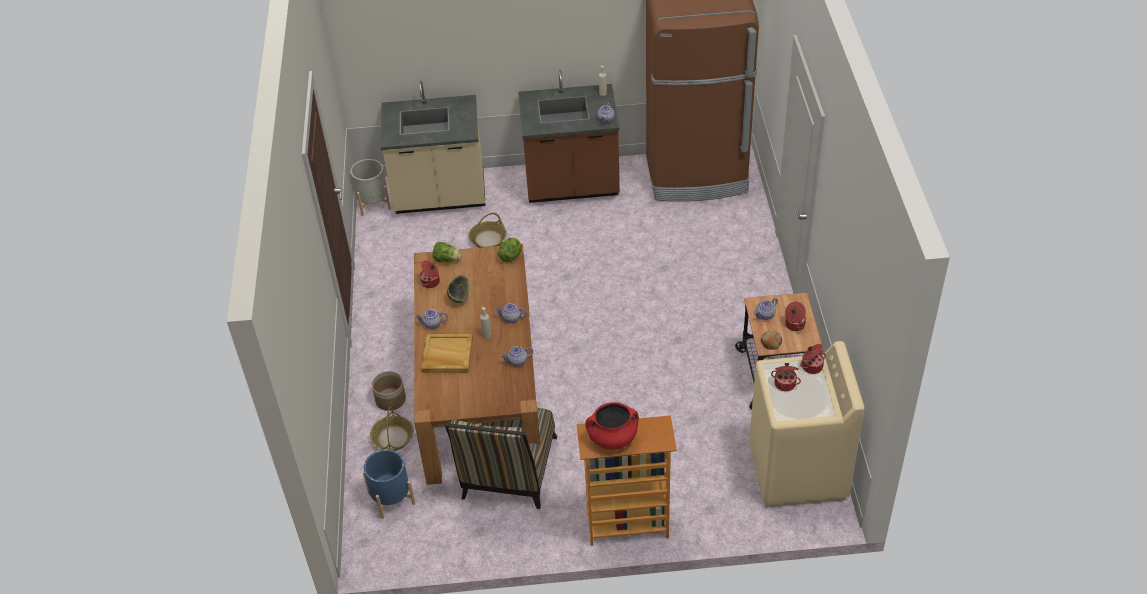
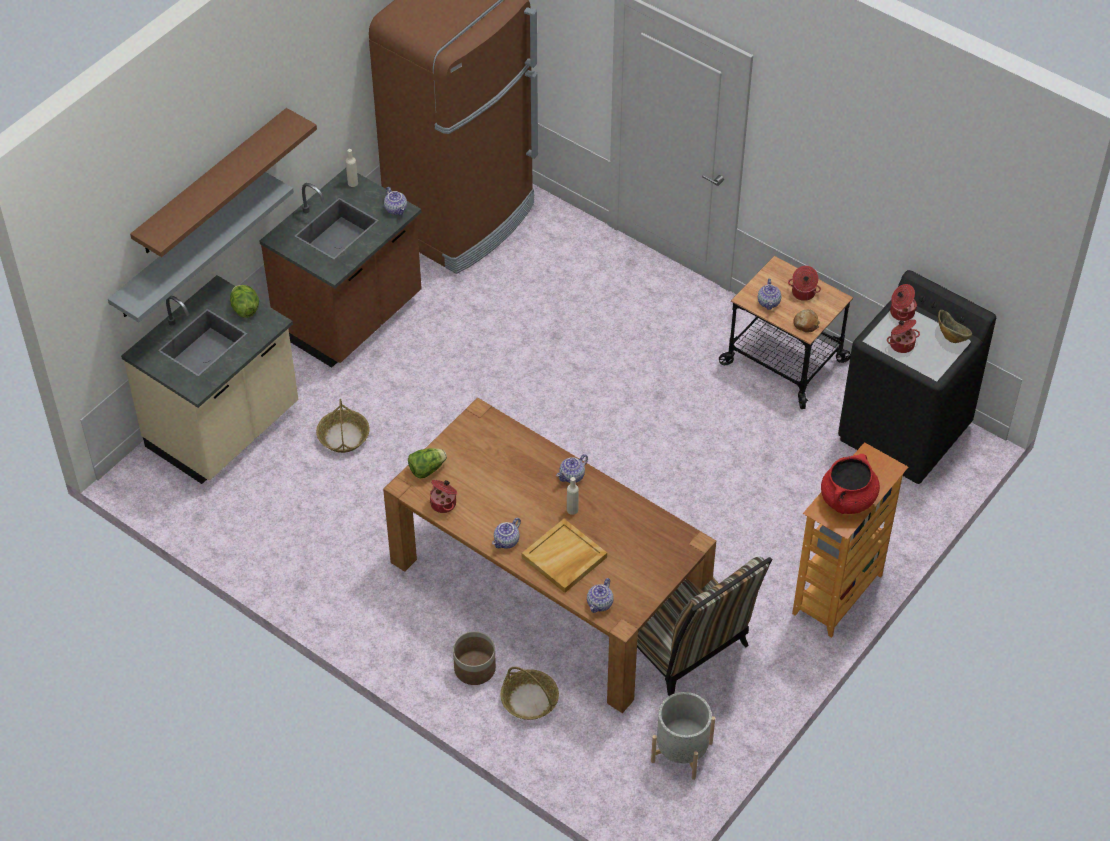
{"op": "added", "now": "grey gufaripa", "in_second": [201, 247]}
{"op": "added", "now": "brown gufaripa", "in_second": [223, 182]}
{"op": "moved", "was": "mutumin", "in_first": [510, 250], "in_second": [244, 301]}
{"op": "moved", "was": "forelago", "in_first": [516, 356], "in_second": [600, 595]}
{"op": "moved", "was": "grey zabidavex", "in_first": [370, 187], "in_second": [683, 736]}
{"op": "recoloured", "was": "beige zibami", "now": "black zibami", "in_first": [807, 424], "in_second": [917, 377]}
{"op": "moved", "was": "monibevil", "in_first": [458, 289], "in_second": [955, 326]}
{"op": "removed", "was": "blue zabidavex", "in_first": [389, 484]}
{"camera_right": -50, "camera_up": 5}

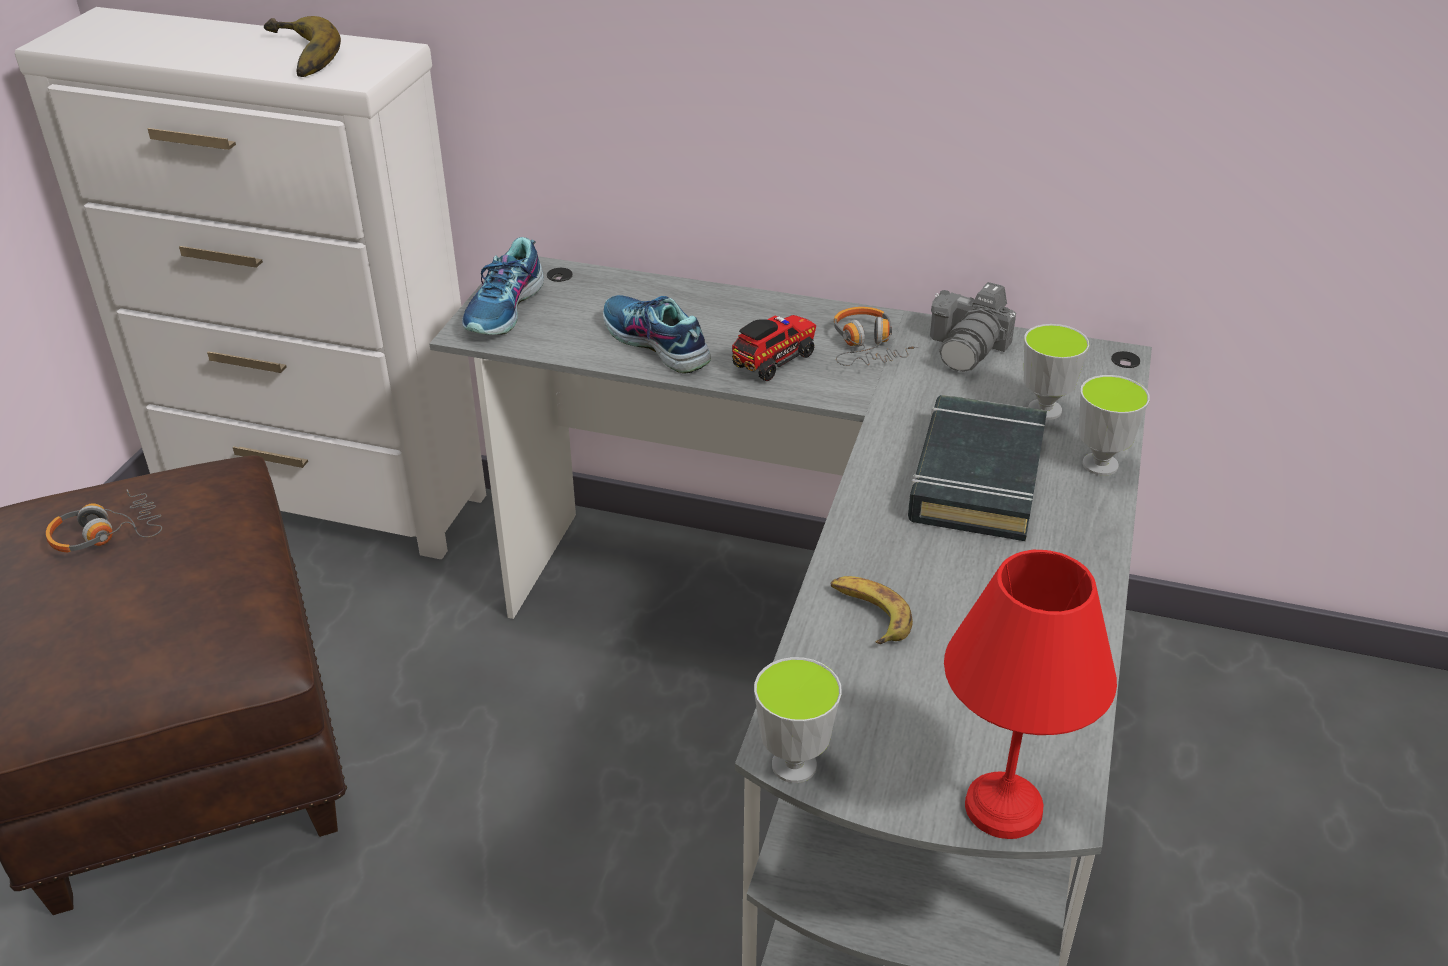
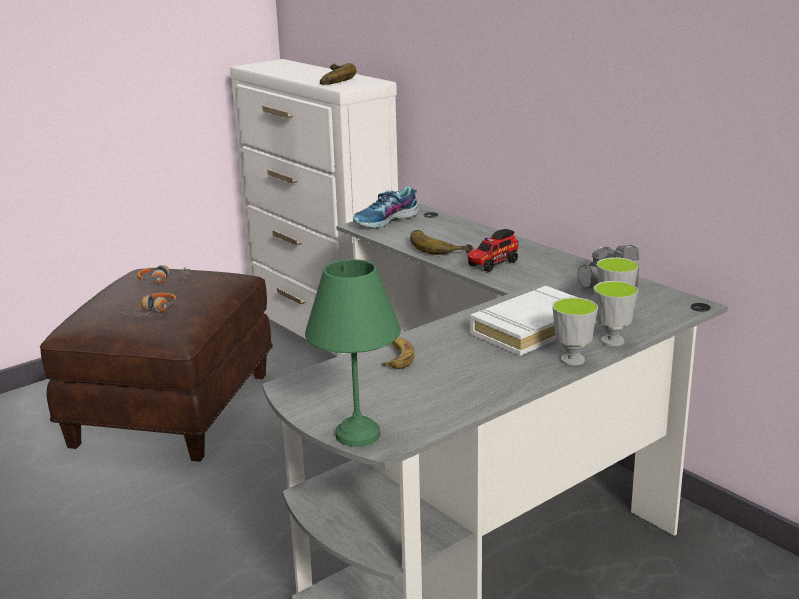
{"op": "moved", "was": "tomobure", "in_first": [876, 336], "in_second": [146, 305]}
{"op": "recoloured", "was": "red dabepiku", "now": "green dabepiku", "in_first": [1030, 694], "in_second": [353, 353]}
{"op": "replaced", "was": "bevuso", "now": "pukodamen", "in_first": [657, 334], "in_second": [441, 242]}
{"op": "turned", "was": "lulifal", "in_first": [774, 348], "in_second": [492, 250], "clockwise": 150}
{"op": "recoloured", "was": "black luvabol", "now": "white luvabol", "in_first": [977, 468], "in_second": [533, 321]}
{"op": "moved", "was": "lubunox", "in_first": [798, 720], "in_second": [575, 331]}
{"camera_right": 35, "camera_up": -15}

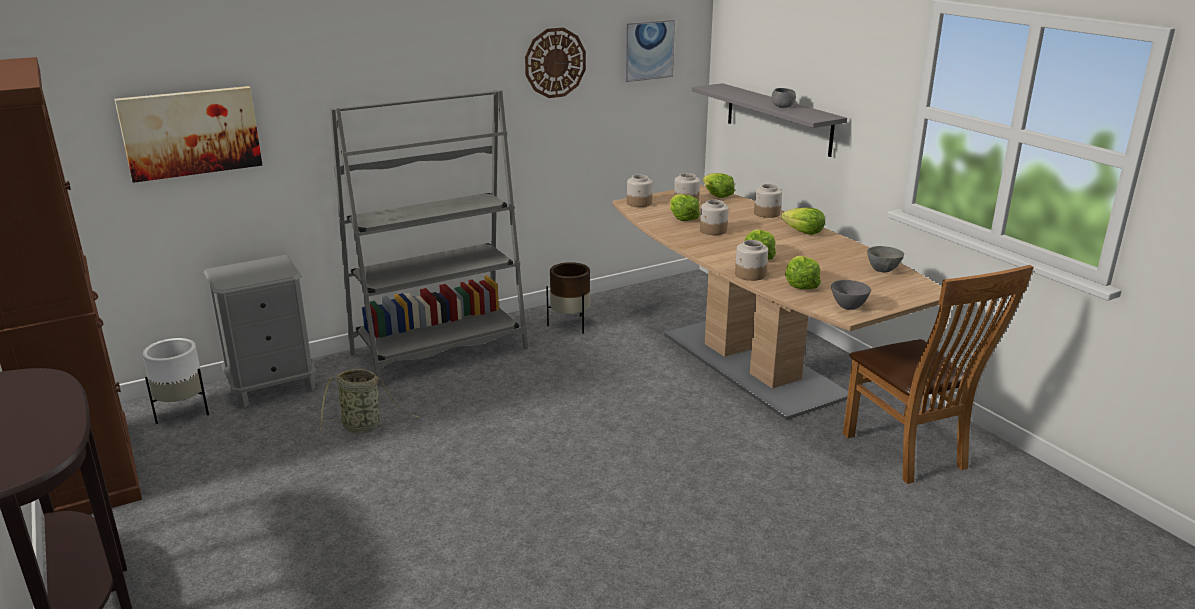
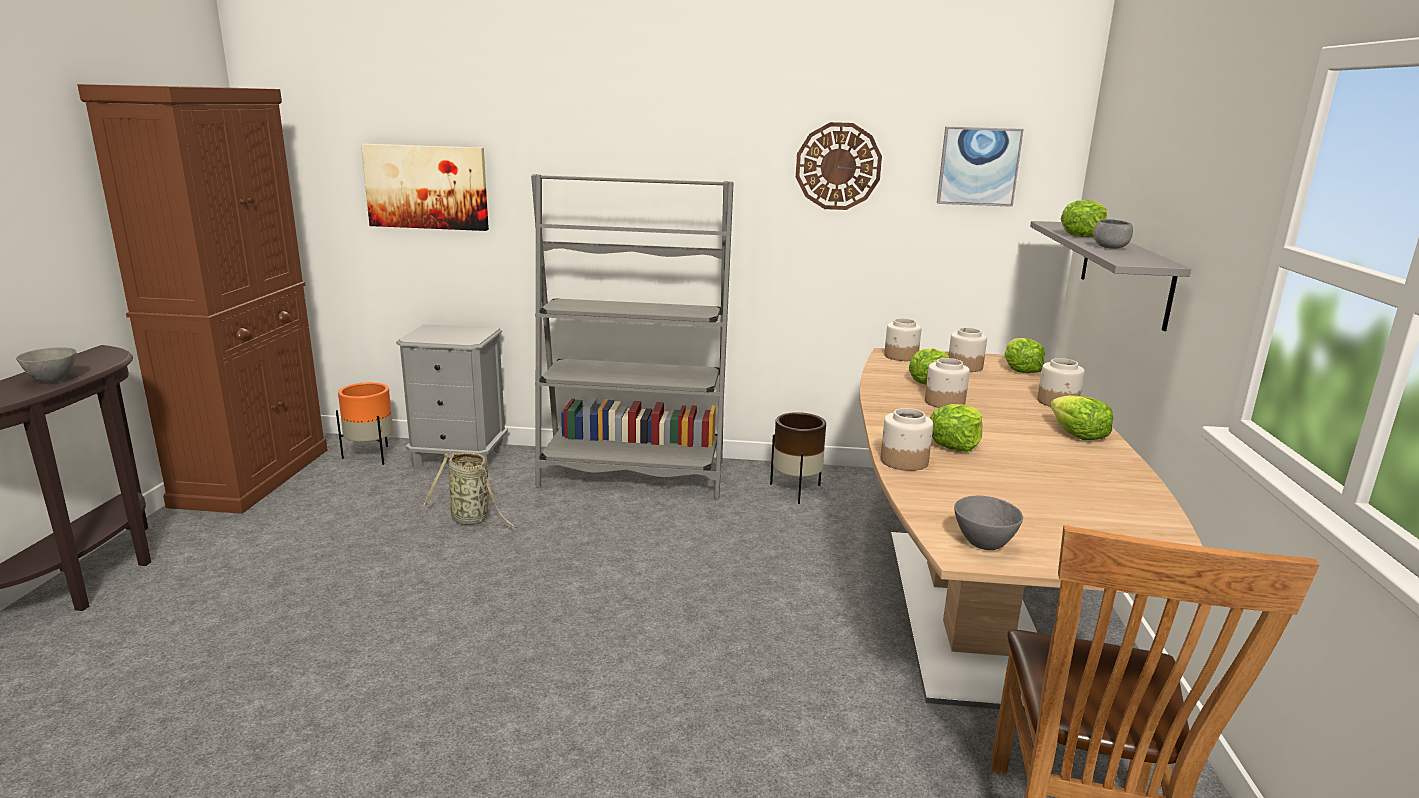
{"op": "moved", "was": "grey monibevil", "in_first": [885, 259], "in_second": [46, 365]}
{"op": "recoloured", "was": "white zabidavex", "now": "orange zabidavex", "in_first": [176, 381], "in_second": [364, 423]}
{"op": "moved", "was": "mutumin", "in_first": [803, 272], "in_second": [1084, 219]}
{"camera_right": 35, "camera_up": -5}

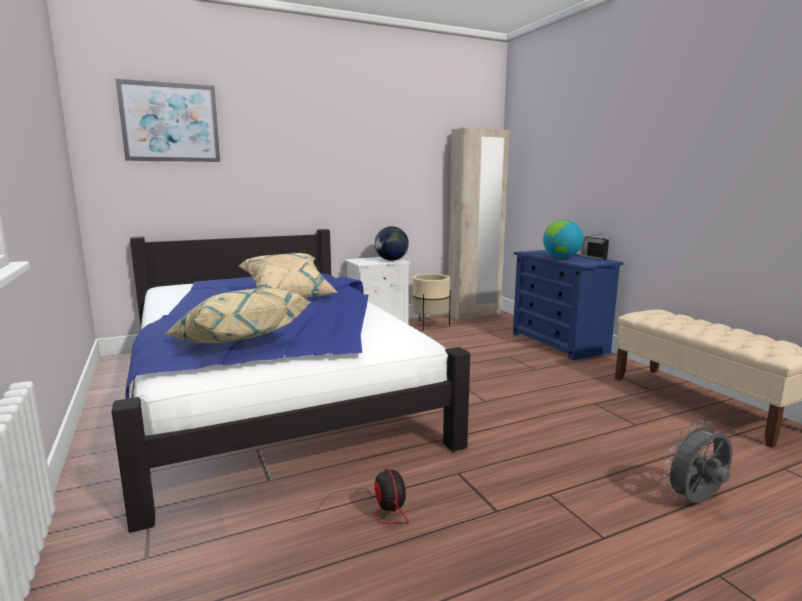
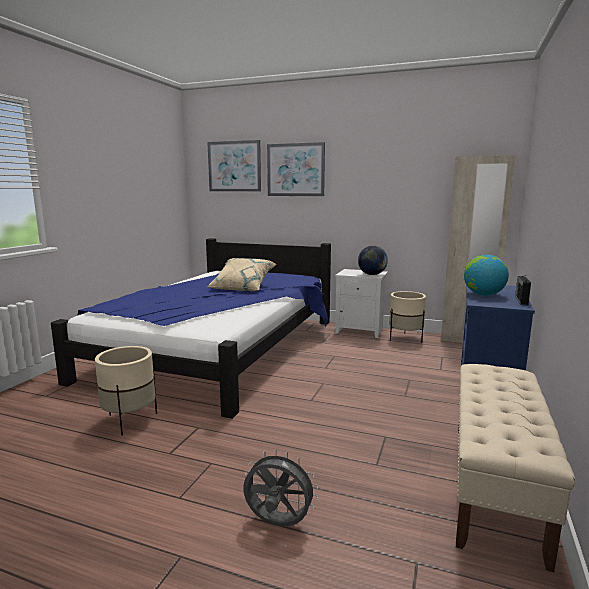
{"op": "replaced", "was": "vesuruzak", "now": "beige zabidavex", "in_first": [350, 496], "in_second": [126, 391]}
{"op": "added", "now": "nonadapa", "in_second": [296, 169]}
{"op": "removed", "was": "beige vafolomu", "in_first": [238, 315]}
{"camera_right": 45, "camera_up": 0}

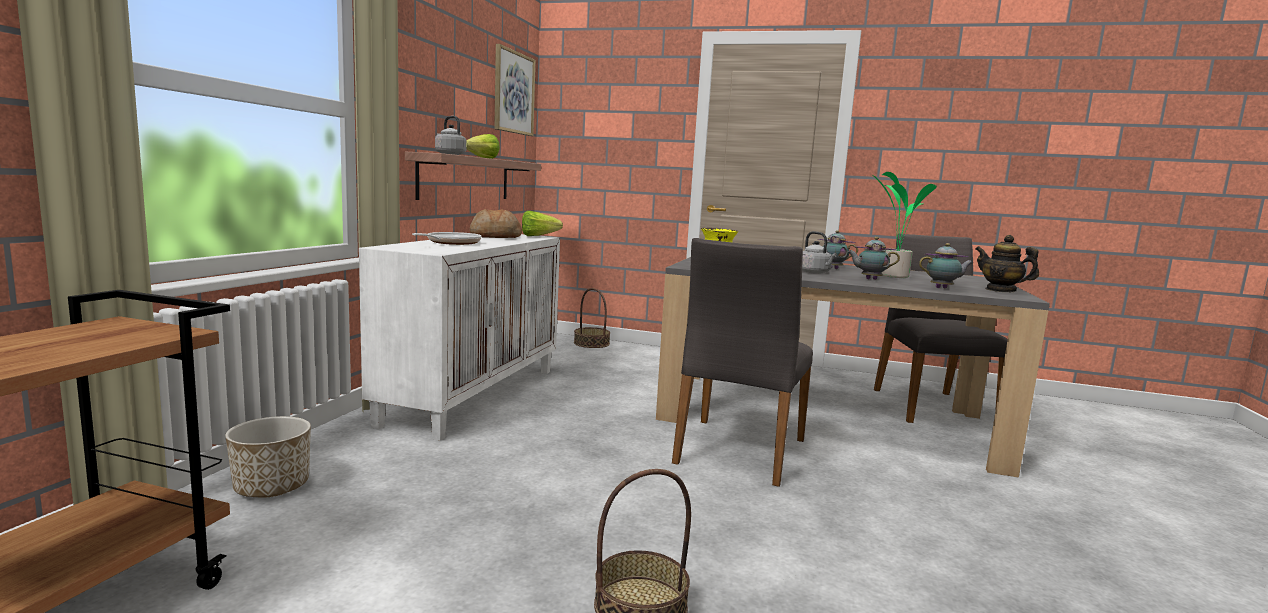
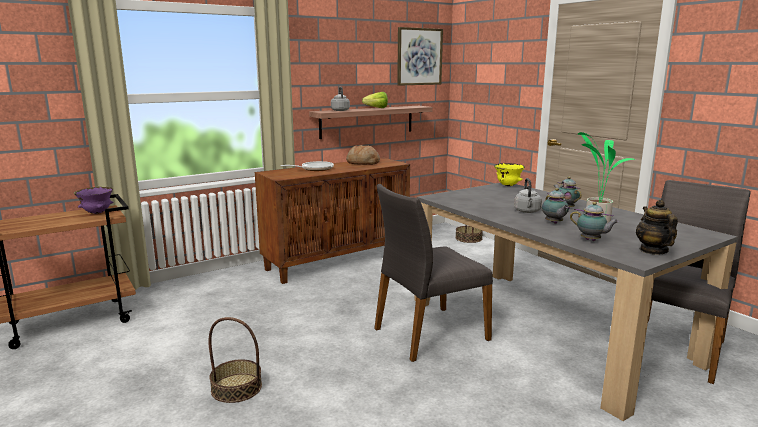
{"op": "added", "now": "purple monibevil", "in_second": [93, 200]}
{"op": "recoloured", "was": "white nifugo", "now": "brown nifugo", "in_first": [459, 337], "in_second": [332, 221]}
{"op": "turned", "was": "forelago", "in_first": [874, 258], "in_second": [555, 206], "clockwise": -150}
{"op": "removed", "was": "zabidavex", "in_first": [268, 457]}
{"op": "removed", "was": "mutumin", "in_first": [542, 223]}
{"camera_right": 40, "camera_up": 5}

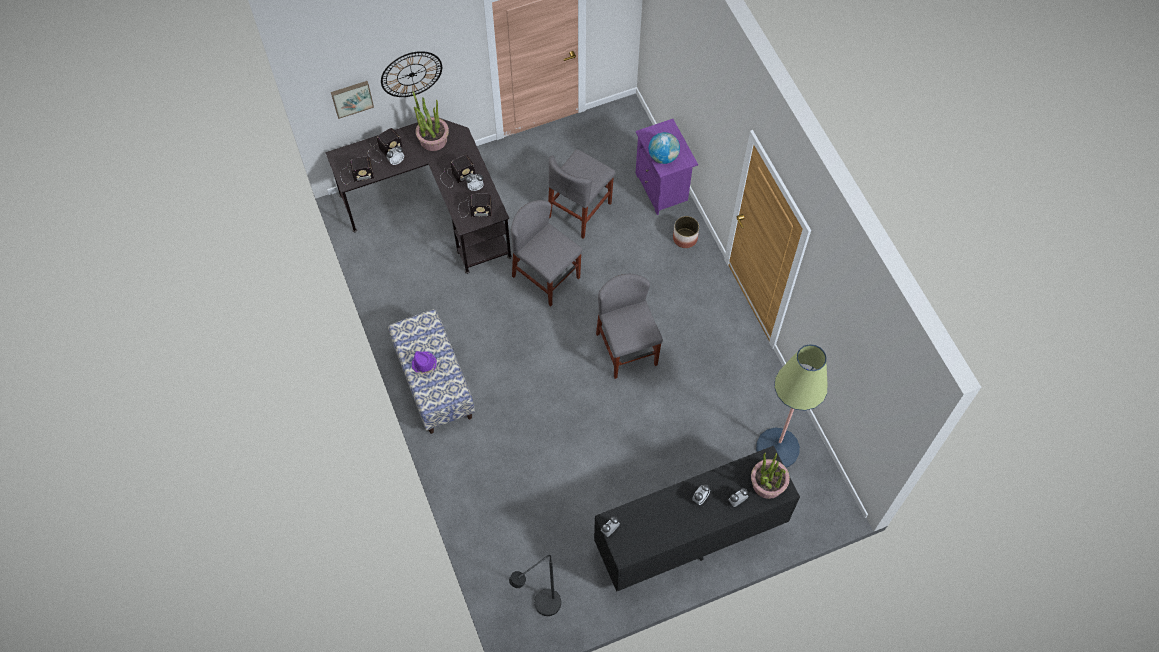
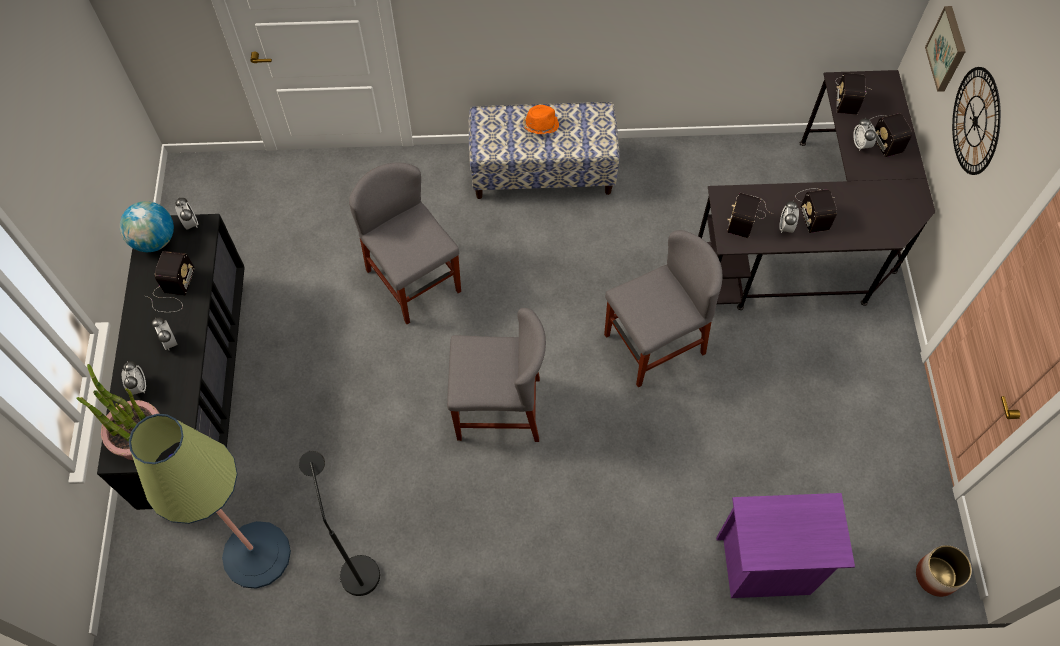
{"op": "moved", "was": "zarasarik", "in_first": [664, 148], "in_second": [147, 226]}
{"op": "added", "now": "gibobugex", "in_second": [170, 281]}
{"op": "moved", "was": "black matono", "in_first": [535, 585], "in_second": [339, 523]}
{"op": "moved", "was": "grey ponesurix", "in_first": [582, 194], "in_second": [405, 243]}
{"op": "recoloured", "was": "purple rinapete", "now": "orange rinapete", "in_first": [424, 362], "in_second": [541, 120]}
{"op": "moved", "was": "zabidavex", "in_first": [686, 232], "in_second": [944, 571]}
{"op": "removed", "was": "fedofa", "in_first": [430, 121]}
{"camera_right": 110, "camera_up": 0}

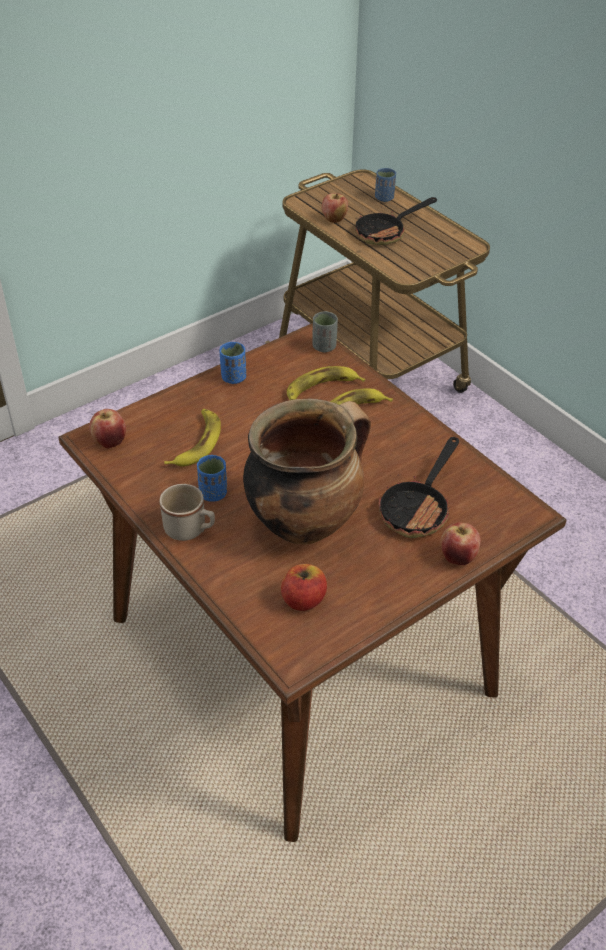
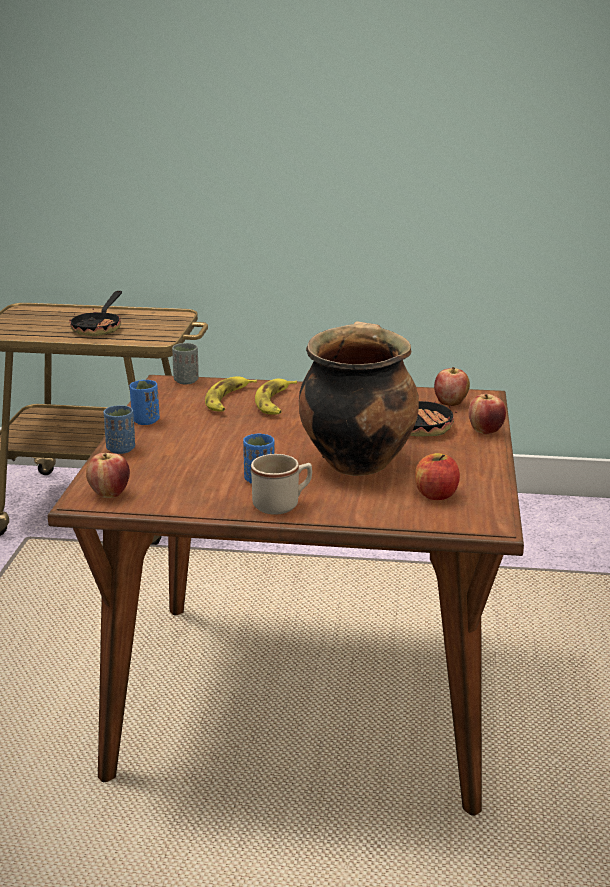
{"op": "moved", "was": "blue lubunox", "in_first": [385, 185], "in_second": [119, 429]}
{"op": "moved", "was": "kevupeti", "in_first": [335, 208], "in_second": [452, 386]}
{"op": "removed", "was": "pukodamen", "in_first": [192, 438]}
{"camera_right": -45, "camera_up": -20}

